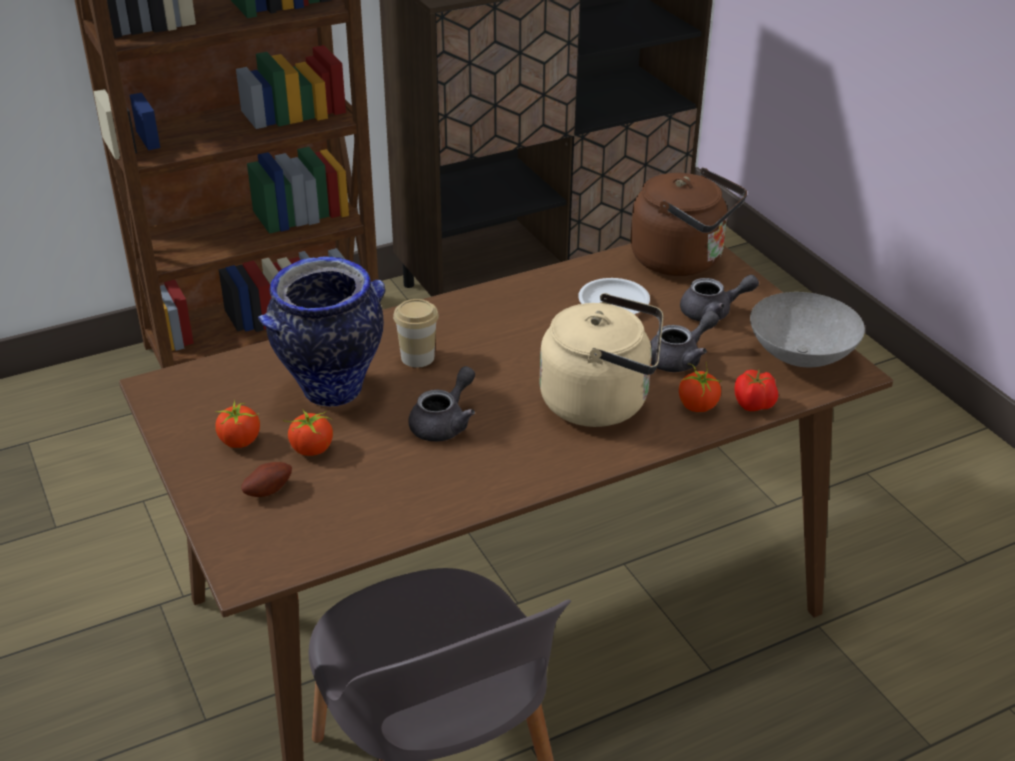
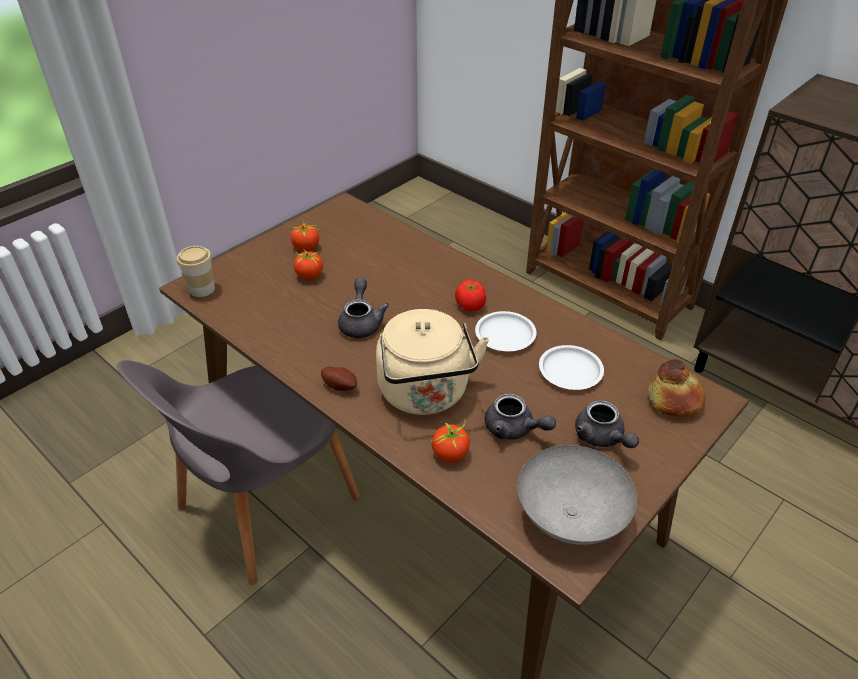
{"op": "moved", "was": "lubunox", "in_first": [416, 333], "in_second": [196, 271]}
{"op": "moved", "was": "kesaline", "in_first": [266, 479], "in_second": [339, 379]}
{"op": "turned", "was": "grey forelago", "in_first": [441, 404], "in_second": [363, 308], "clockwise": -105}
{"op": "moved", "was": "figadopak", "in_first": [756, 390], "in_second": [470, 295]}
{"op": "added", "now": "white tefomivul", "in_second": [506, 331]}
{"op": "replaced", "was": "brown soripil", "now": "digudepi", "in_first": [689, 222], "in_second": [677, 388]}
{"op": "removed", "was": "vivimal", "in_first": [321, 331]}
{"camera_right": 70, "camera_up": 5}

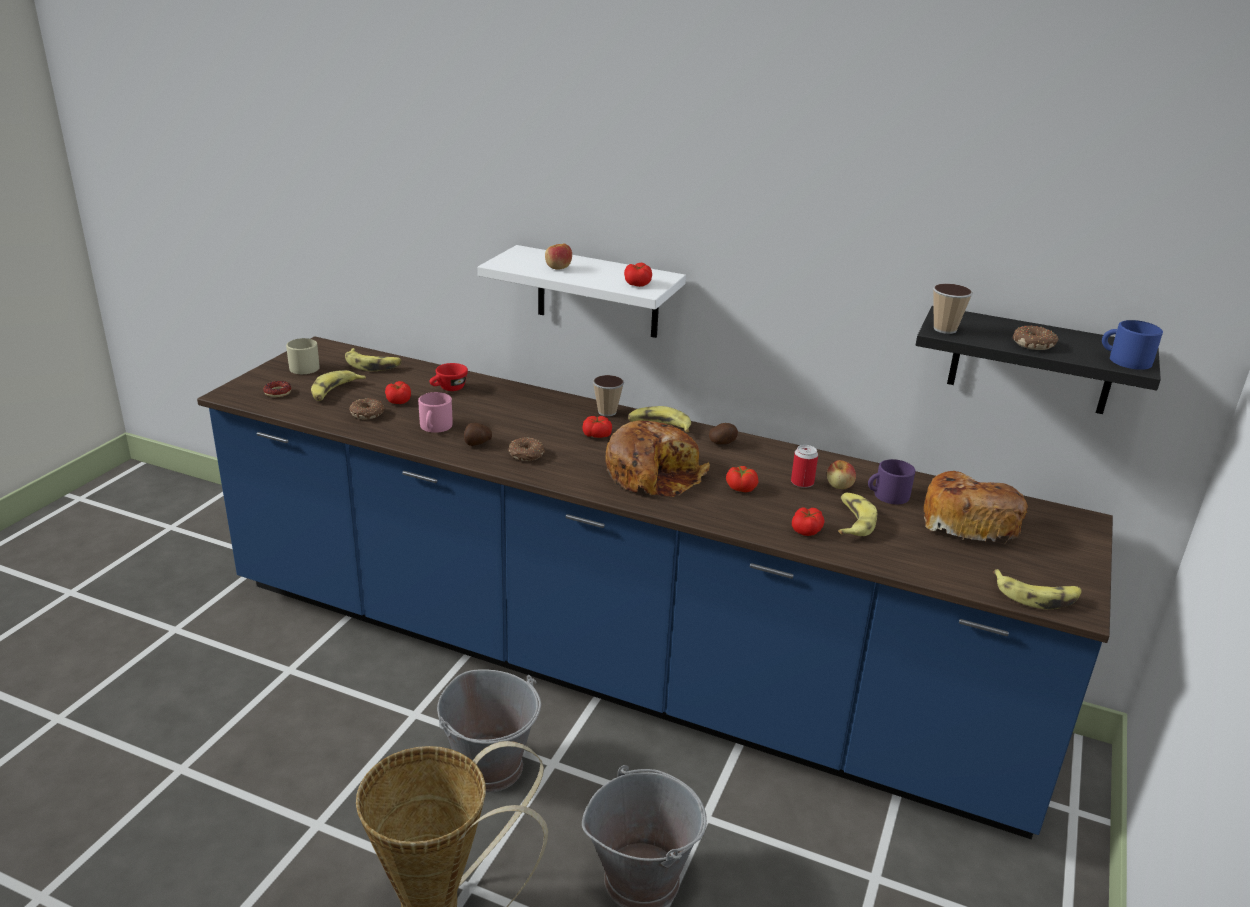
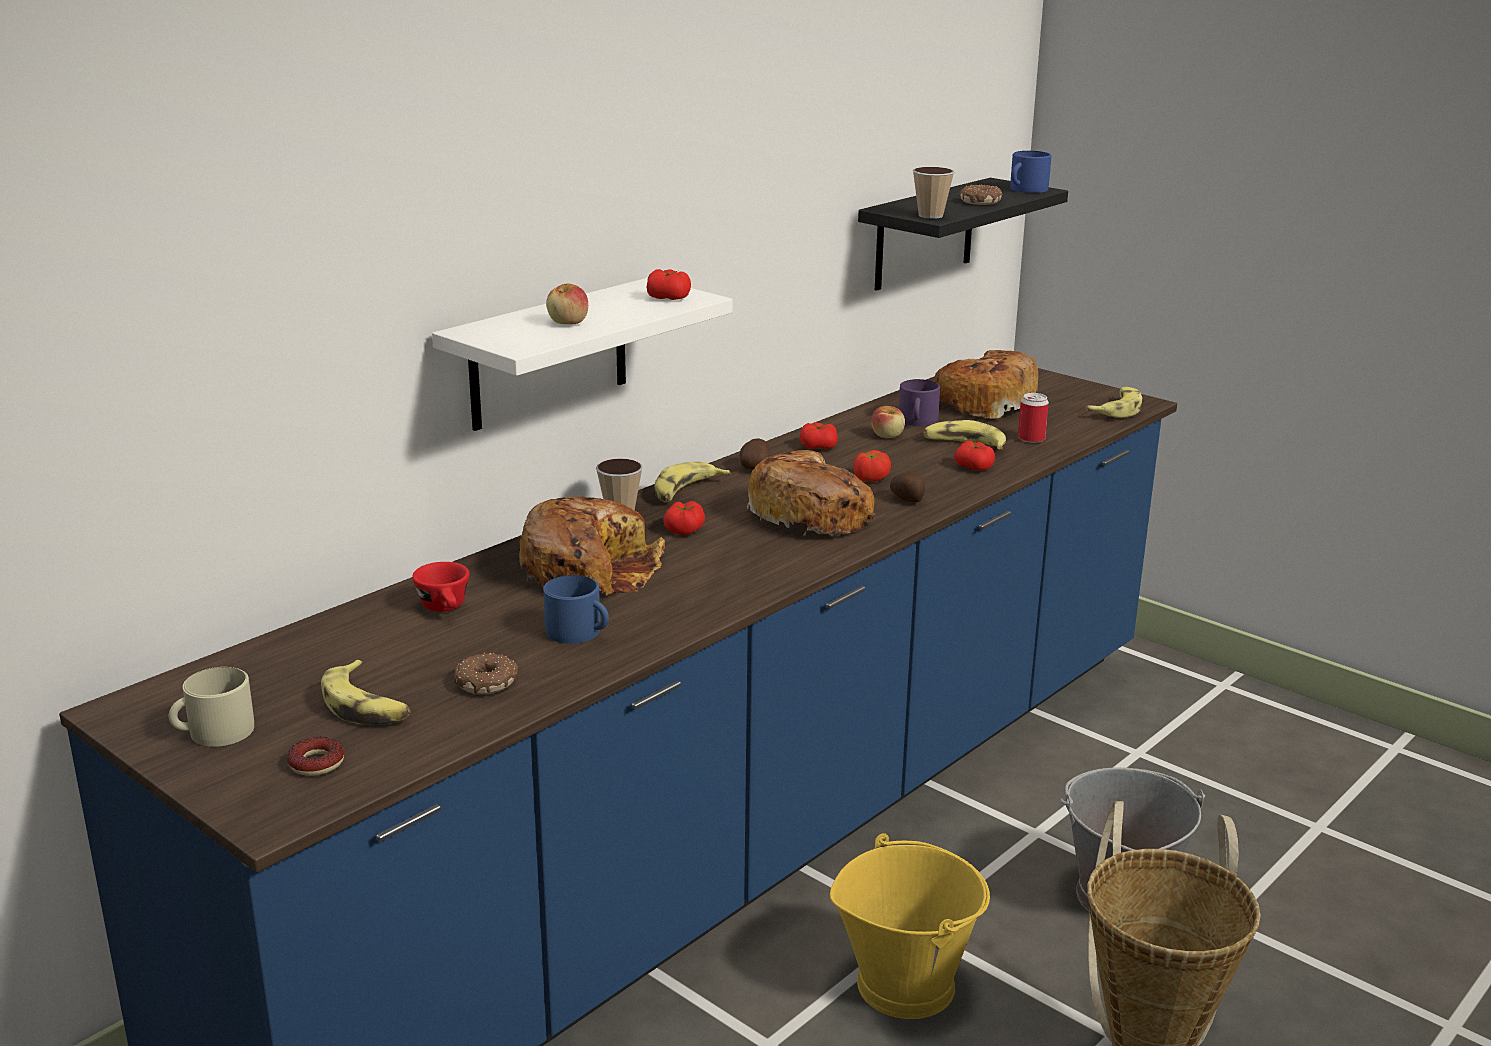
{"op": "added", "now": "digudepi", "in_second": [592, 545]}
{"op": "recoloured", "was": "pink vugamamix", "now": "blue vugamamix", "in_first": [435, 412], "in_second": [576, 609]}
{"op": "moved", "was": "figadopak", "in_first": [398, 392], "in_second": [819, 435]}
{"op": "recoloured", "was": "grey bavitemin", "now": "yellow bavitemin", "in_first": [489, 731], "in_second": [910, 926]}
{"op": "moved", "was": "kesaline", "in_first": [478, 434], "in_second": [907, 487]}
{"op": "moved", "was": "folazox", "in_first": [804, 466], "in_second": [1033, 418]}
{"op": "removed", "was": "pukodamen", "in_first": [373, 359]}
{"op": "removed", "was": "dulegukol", "in_first": [526, 449]}
{"camera_right": -70, "camera_up": -5}

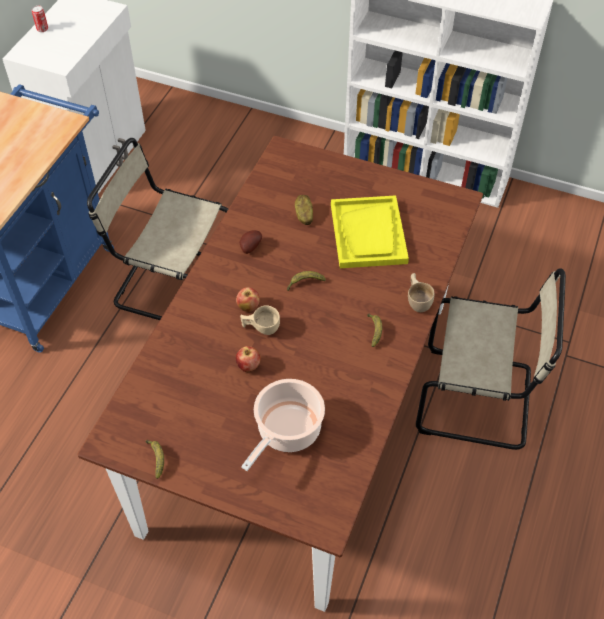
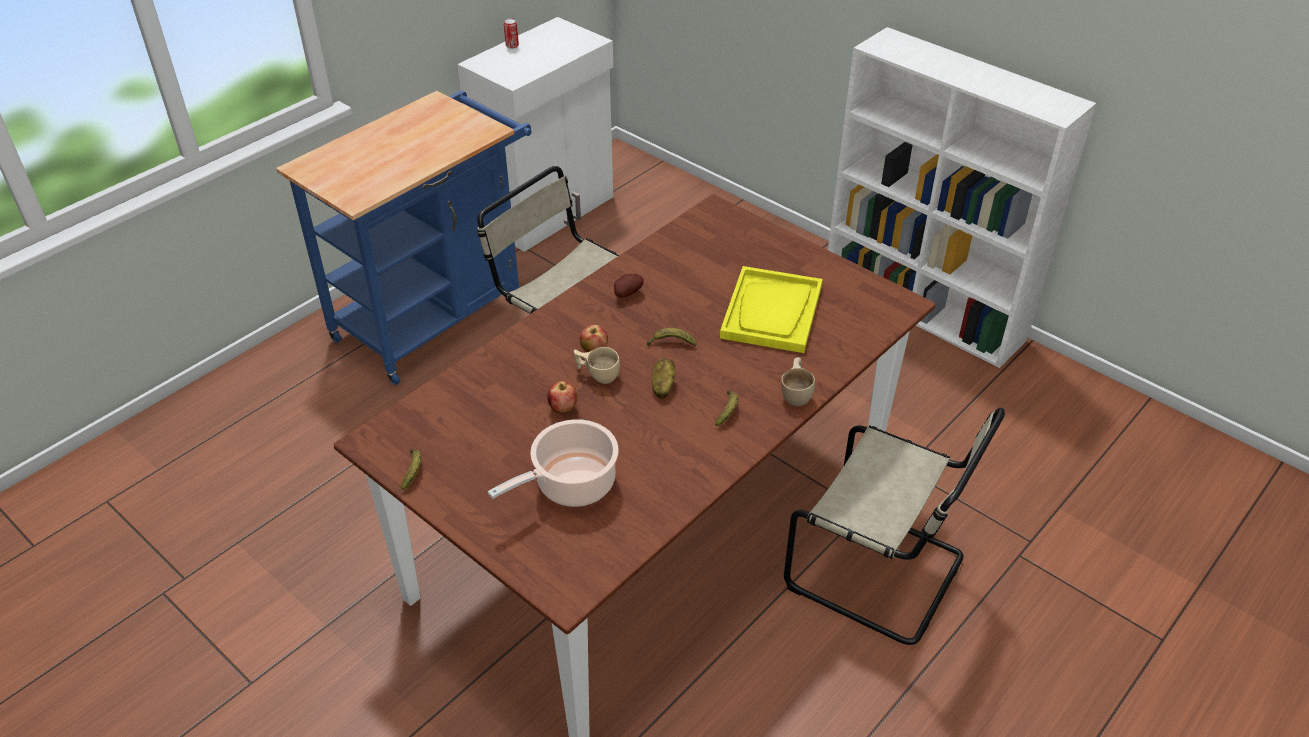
{"op": "moved", "was": "kesaline", "in_first": [304, 210], "in_second": [663, 378]}
{"camera_right": 20, "camera_up": -10}

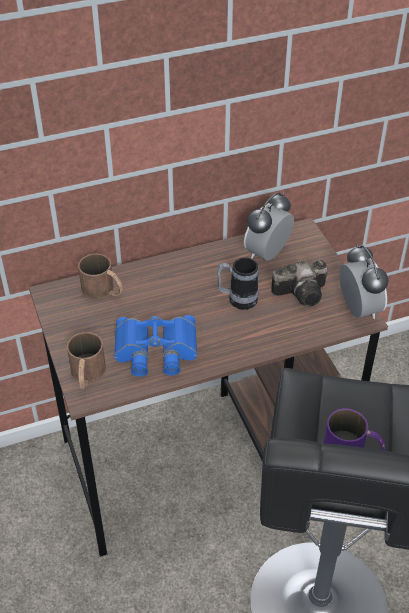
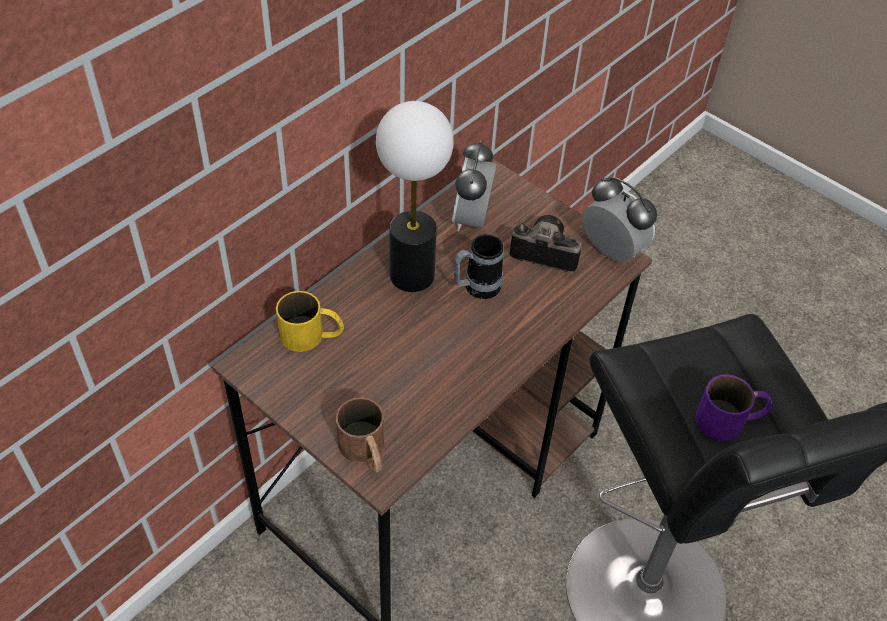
{"op": "recoloured", "was": "brown vugamamix", "now": "yellow vugamamix", "in_first": [101, 276], "in_second": [310, 321]}
{"op": "added", "now": "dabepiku", "in_second": [414, 196]}
{"op": "turned", "was": "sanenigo", "in_first": [299, 283], "in_second": [545, 243], "clockwise": -120}
{"op": "removed", "was": "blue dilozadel", "in_first": [155, 346]}
{"camera_right": -30, "camera_up": 5}

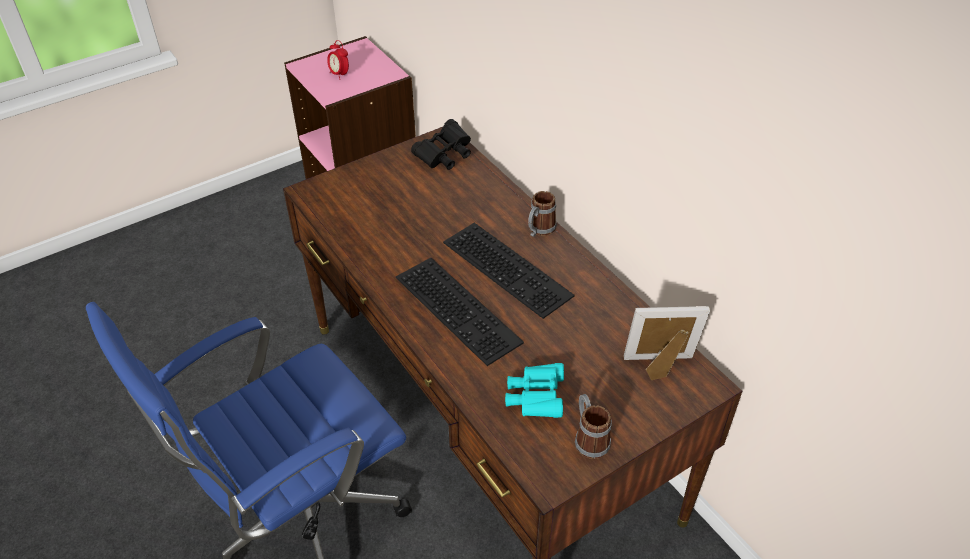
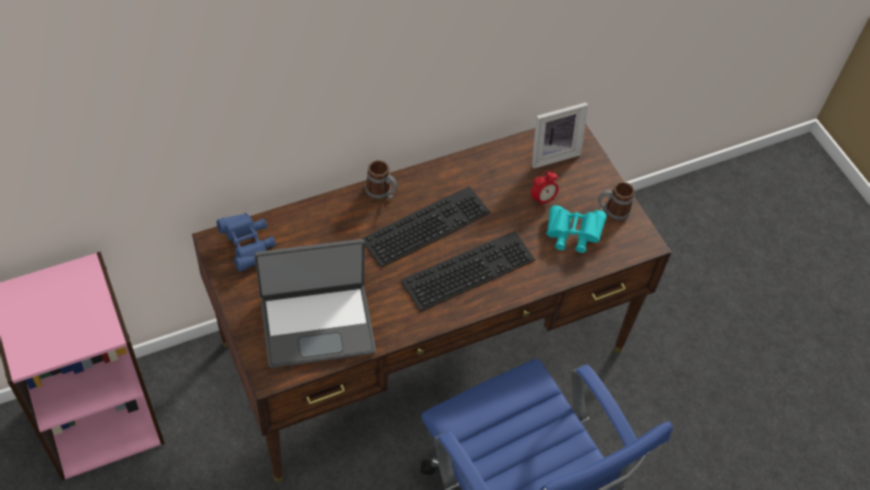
{"op": "recoloured", "was": "black dilozadel", "now": "blue dilozadel", "in_first": [441, 144], "in_second": [246, 242]}
{"op": "added", "now": "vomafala", "in_second": [315, 303]}
{"op": "moved", "was": "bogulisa", "in_first": [338, 60], "in_second": [545, 189]}
{"op": "turned", "was": "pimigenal", "in_first": [666, 343], "in_second": [560, 135], "clockwise": -120}
{"camera_right": -85, "camera_up": 10}

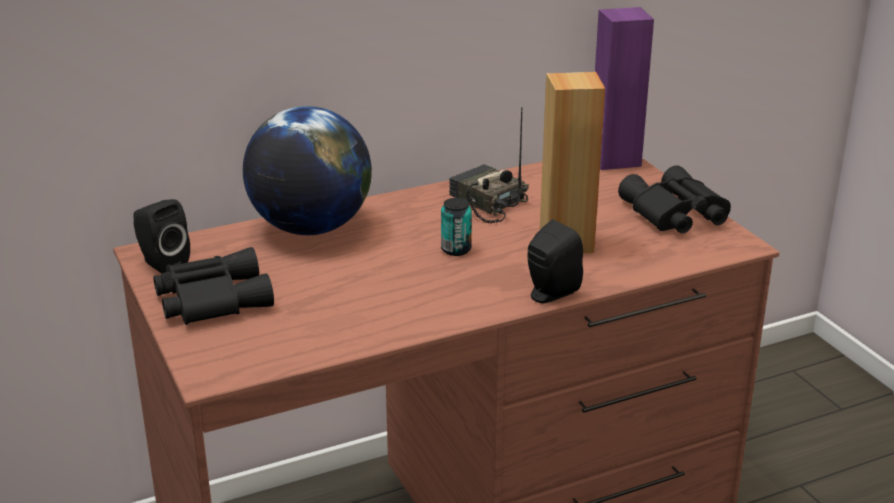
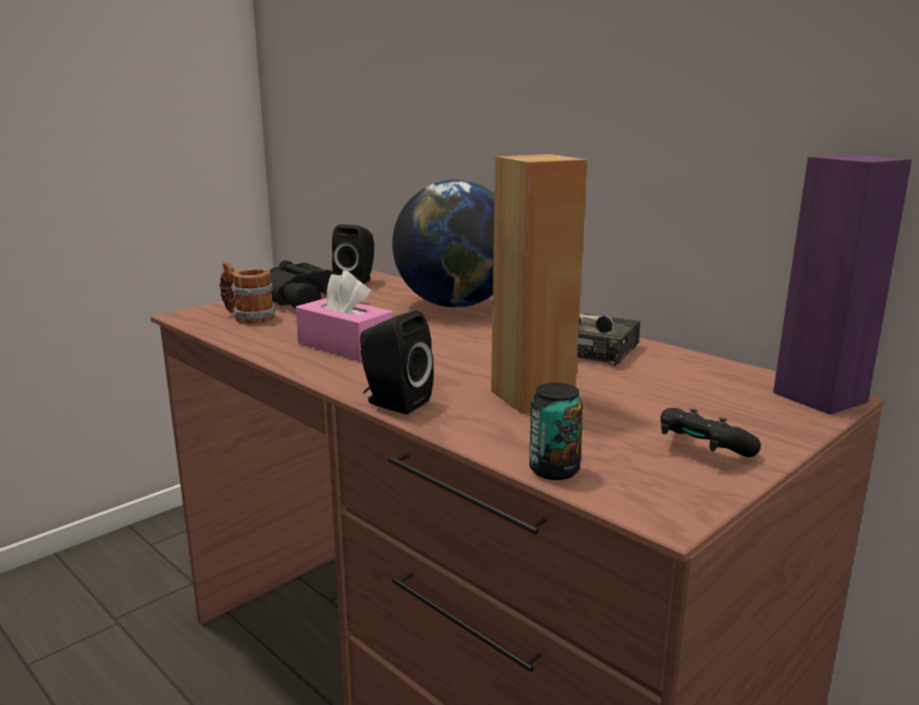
{"op": "added", "now": "vugamamix", "in_second": [247, 292]}
{"op": "added", "now": "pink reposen", "in_second": [344, 316]}
{"op": "moved", "was": "folazox", "in_first": [456, 227], "in_second": [556, 431]}
{"op": "replaced", "was": "black dilozadel", "now": "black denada", "in_first": [674, 199], "in_second": [710, 432]}
{"camera_right": 70, "camera_up": -10}

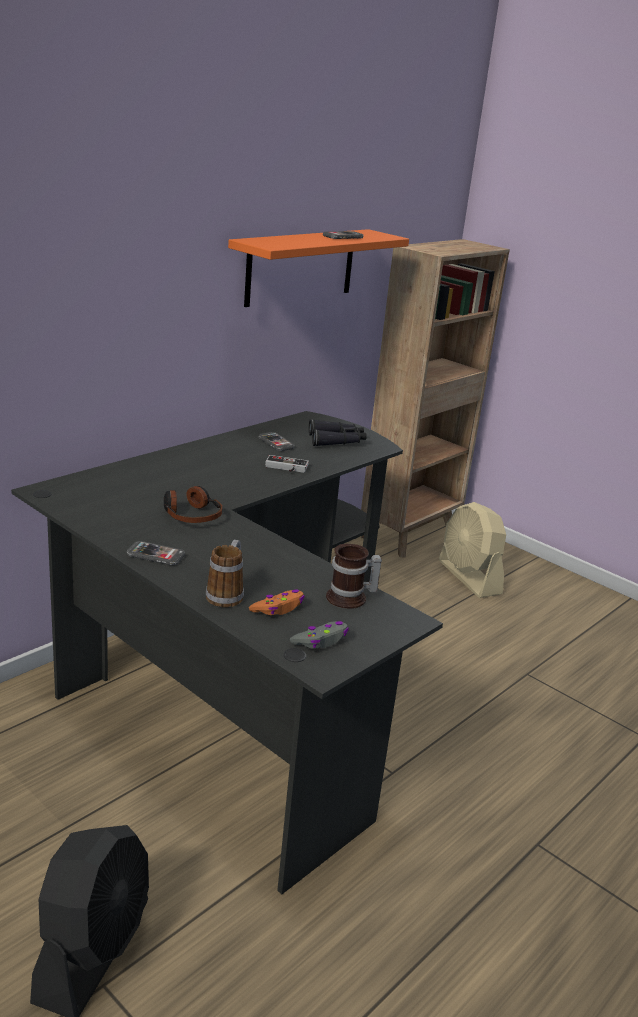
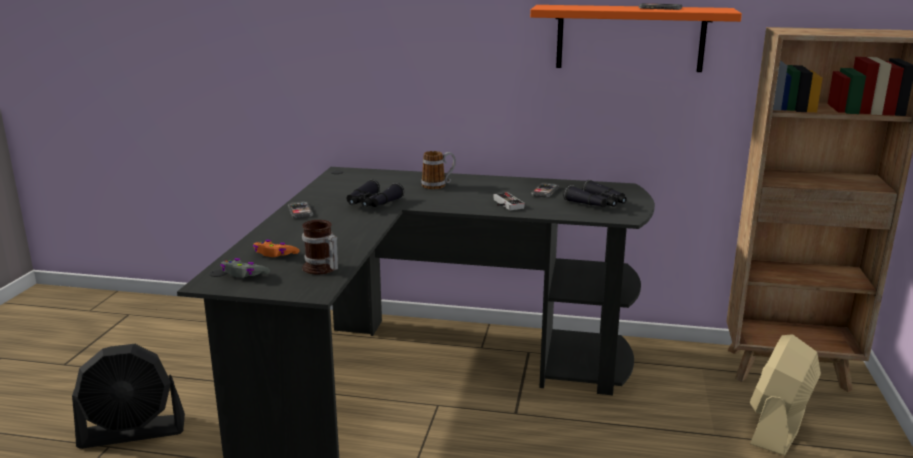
{"op": "replaced", "was": "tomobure", "now": "black dilozadel", "in_first": [193, 504], "in_second": [375, 193]}
{"op": "moved", "was": "vugamamix", "in_first": [225, 574], "in_second": [438, 170]}
{"camera_right": 60, "camera_up": -5}

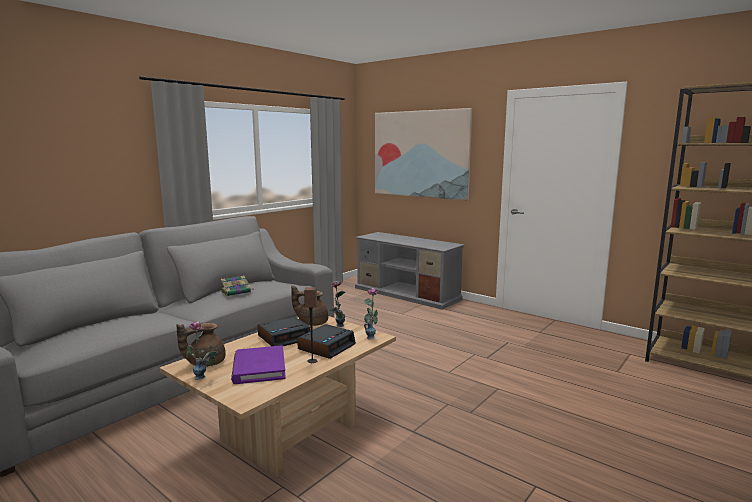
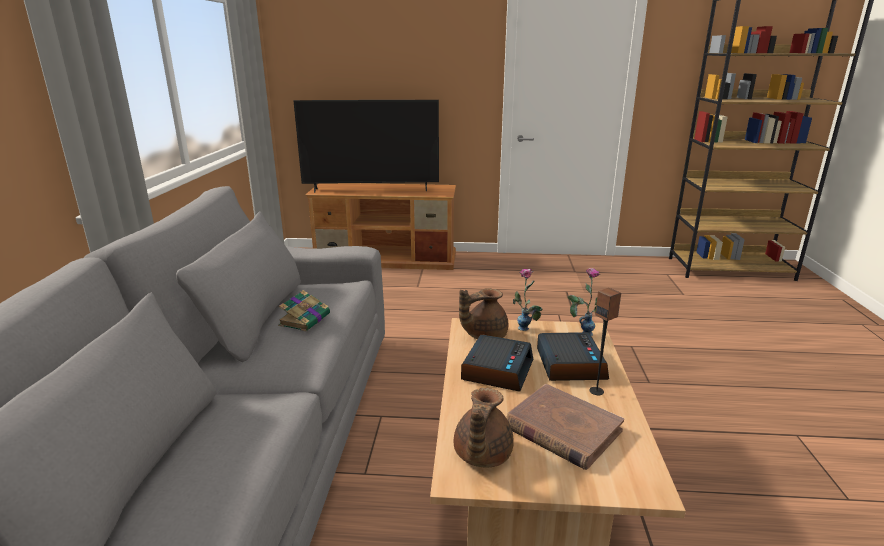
{"op": "added", "now": "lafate", "in_second": [366, 146]}
{"op": "recoloured", "was": "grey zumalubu", "now": "brown zumalubu", "in_first": [410, 271], "in_second": [380, 226]}
{"op": "recoloured", "was": "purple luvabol", "now": "brown luvabol", "in_first": [258, 364], "in_second": [565, 427]}
{"op": "removed", "was": "vivimal", "in_first": [202, 350]}
{"op": "removed", "was": "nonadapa", "in_first": [423, 154]}
{"camera_right": -35, "camera_up": 10}

